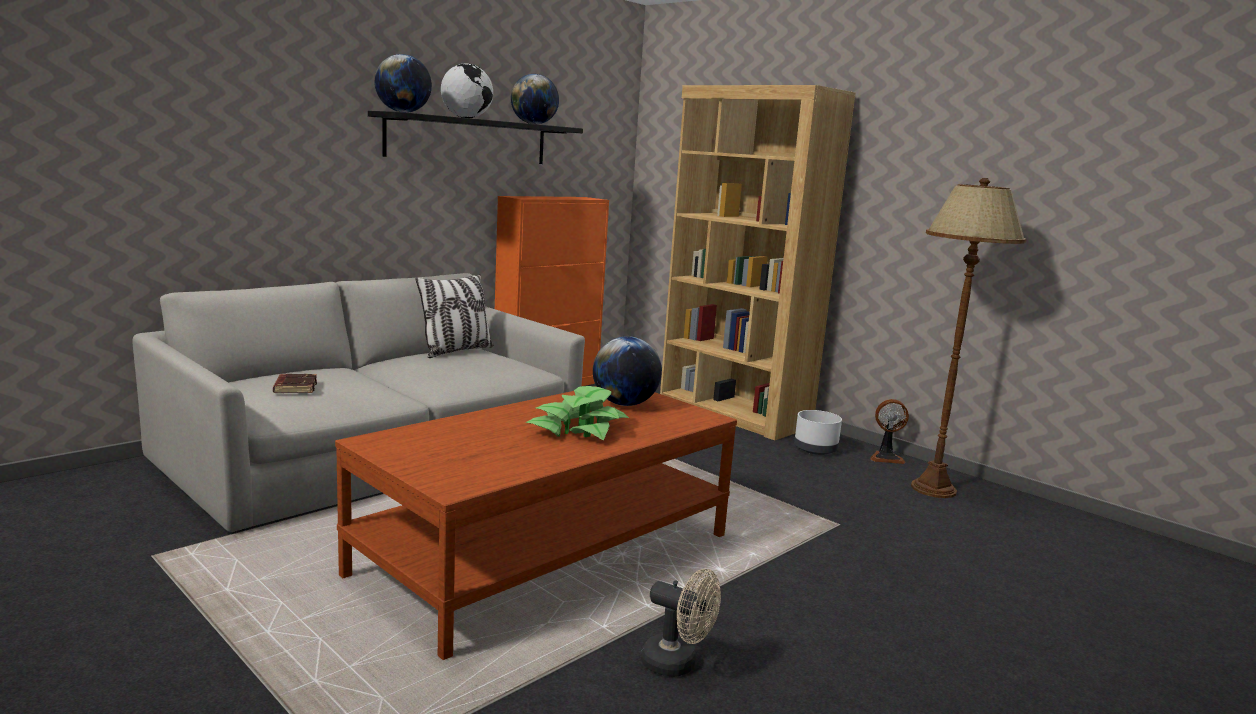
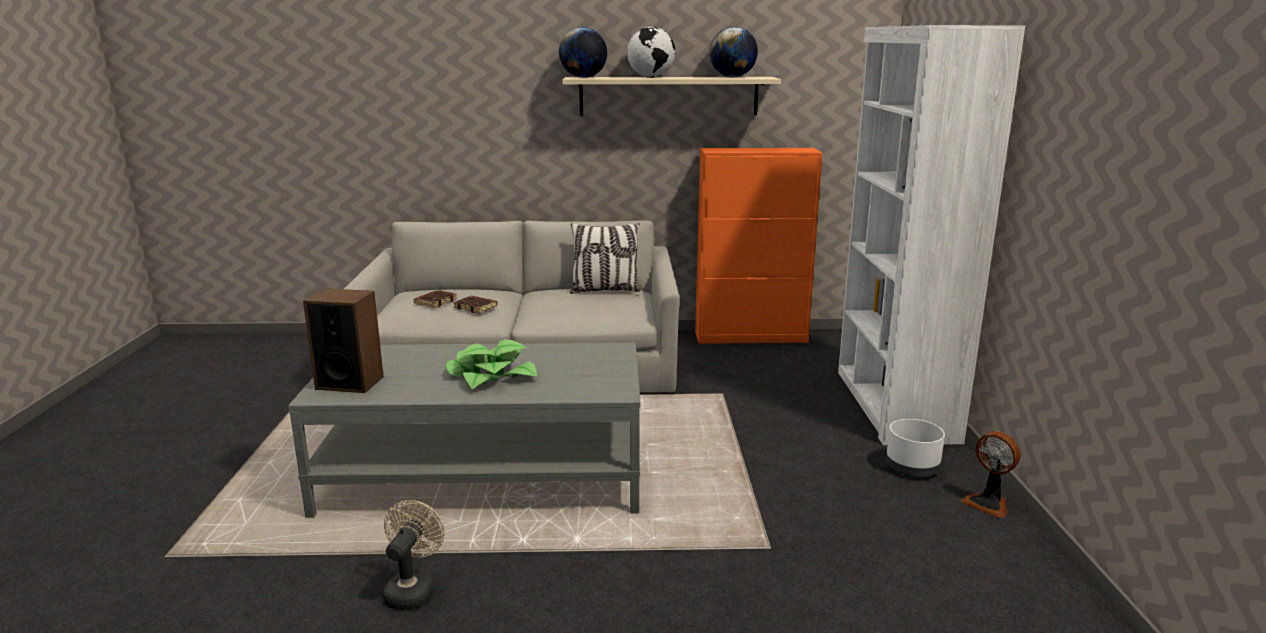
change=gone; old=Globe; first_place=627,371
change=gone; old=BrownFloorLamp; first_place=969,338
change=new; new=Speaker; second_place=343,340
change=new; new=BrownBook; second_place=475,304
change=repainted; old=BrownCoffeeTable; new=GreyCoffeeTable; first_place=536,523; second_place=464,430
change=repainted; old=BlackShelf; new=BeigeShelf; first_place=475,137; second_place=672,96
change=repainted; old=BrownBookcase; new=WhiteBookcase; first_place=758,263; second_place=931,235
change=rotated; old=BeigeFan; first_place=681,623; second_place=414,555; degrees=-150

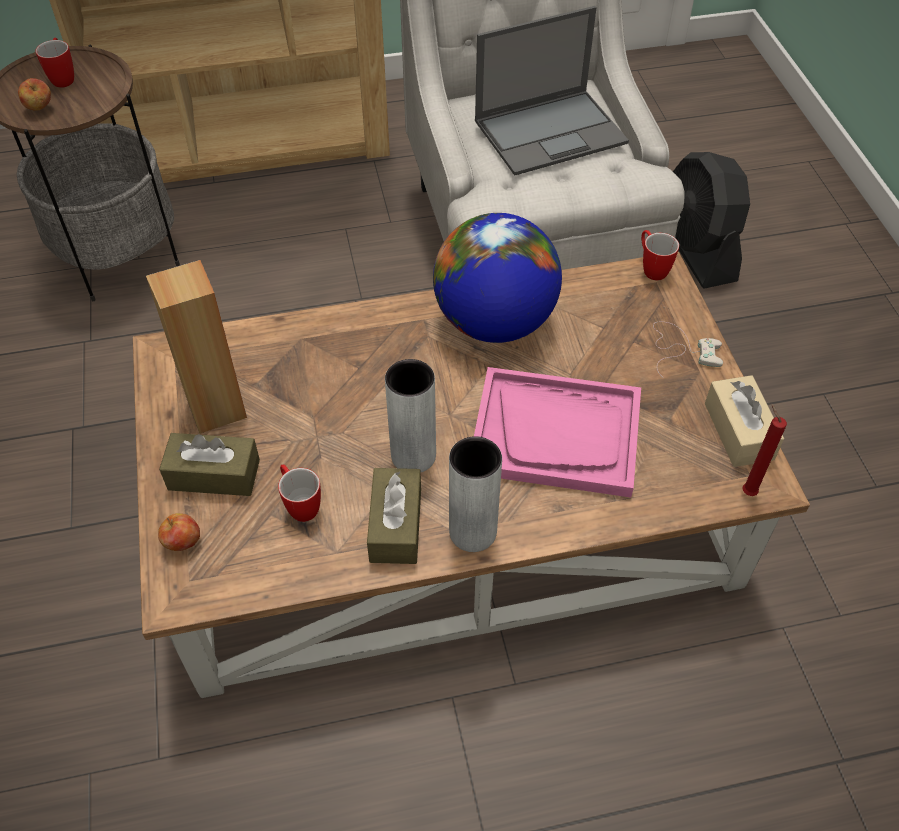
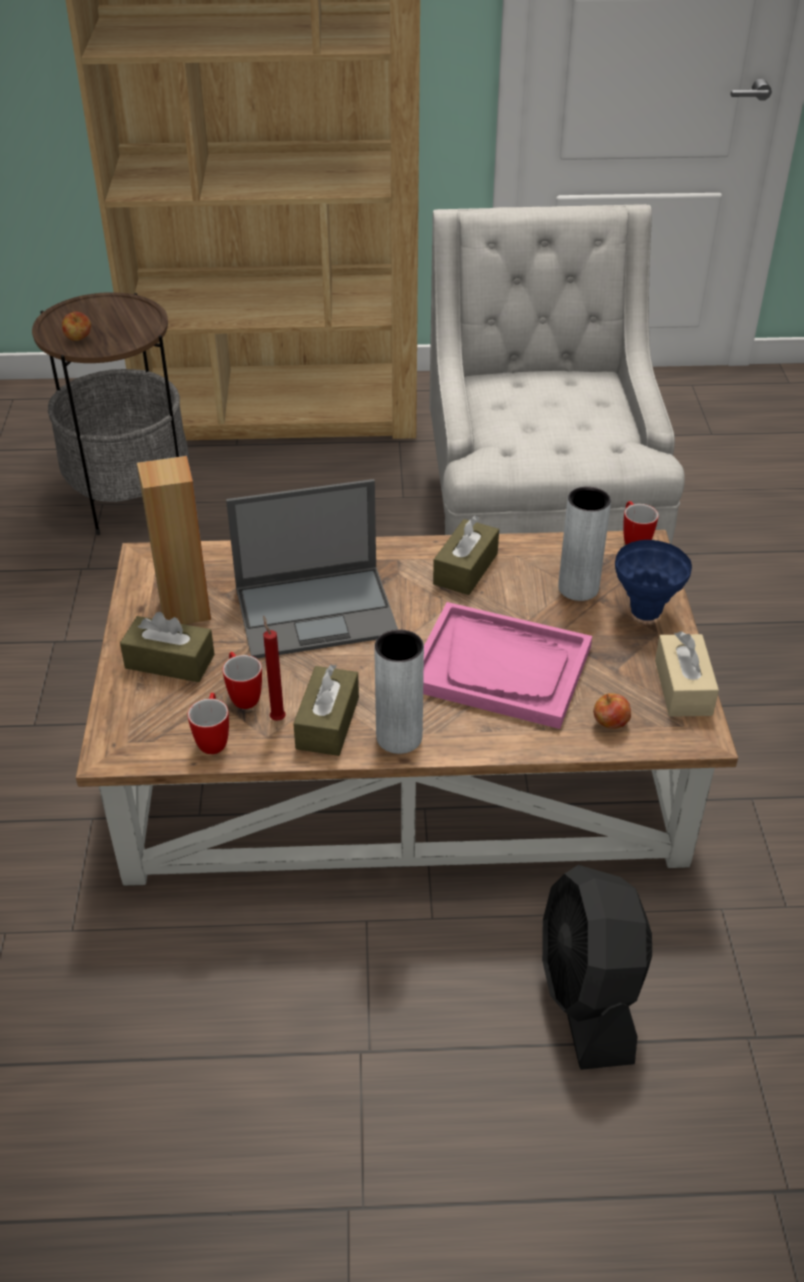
change=shifted; old=Mug; first_place=54,63; second_place=208,723
change=shifted; old=Apple; first_place=179,532; second_place=612,711
change=shifted; old=GreyVase; first_place=410,416; second_place=584,543
change=shifted; old=Laptop; first_place=552,91; second_place=312,568
change=shifted; old=BlackFan; first_place=711,220; second_place=597,967
change=shifted; old=RedCandle; first_place=764,450; second_place=274,668
change=swapped; old=Globe; new=BrownTissueBox; first_place=497,278; second_place=466,555
change=swapped; old=WhiteGameController; new=BlueVase; first_place=688,349; second_place=653,580

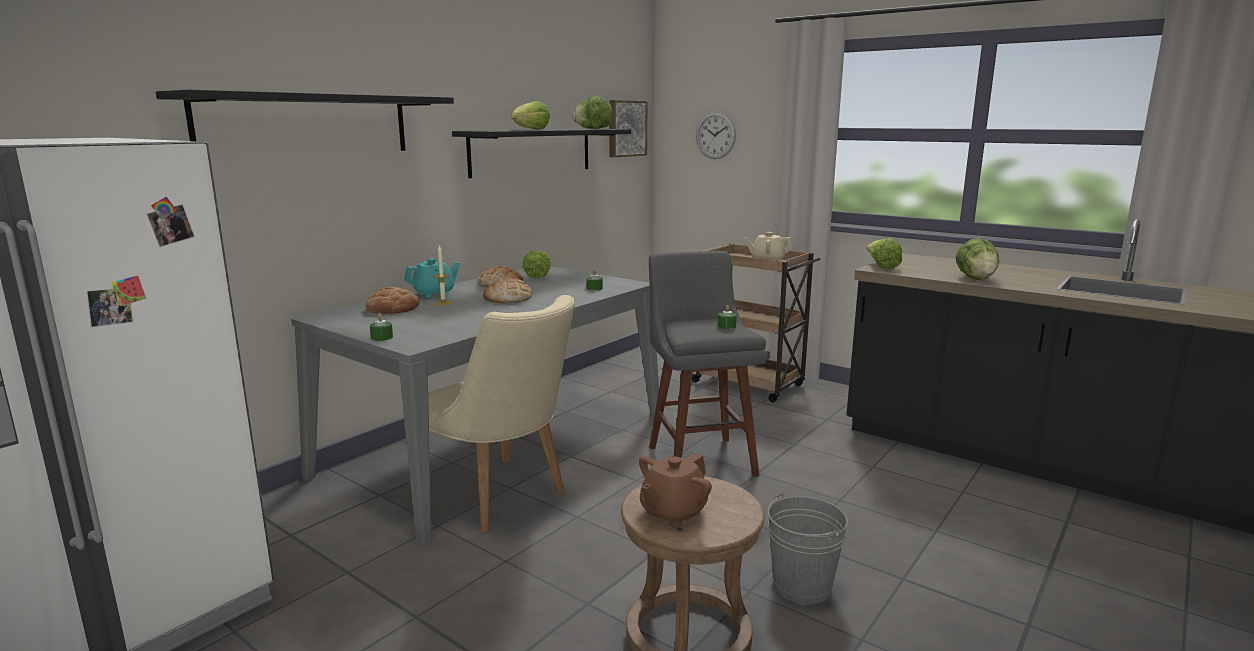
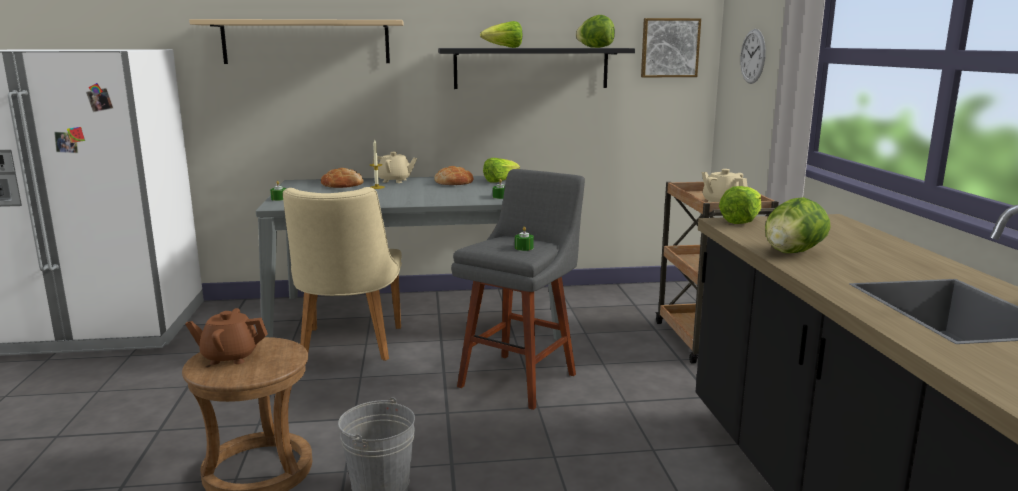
change=gone; old=Bread; first_place=507,291
change=repainted; old=BlackShelf; new=BeigeShelf; first_place=305,120; second_place=296,41
change=repainted; old=TurquoiseTeapot; new=BeigeTeapot; first_place=432,278; second_place=394,167

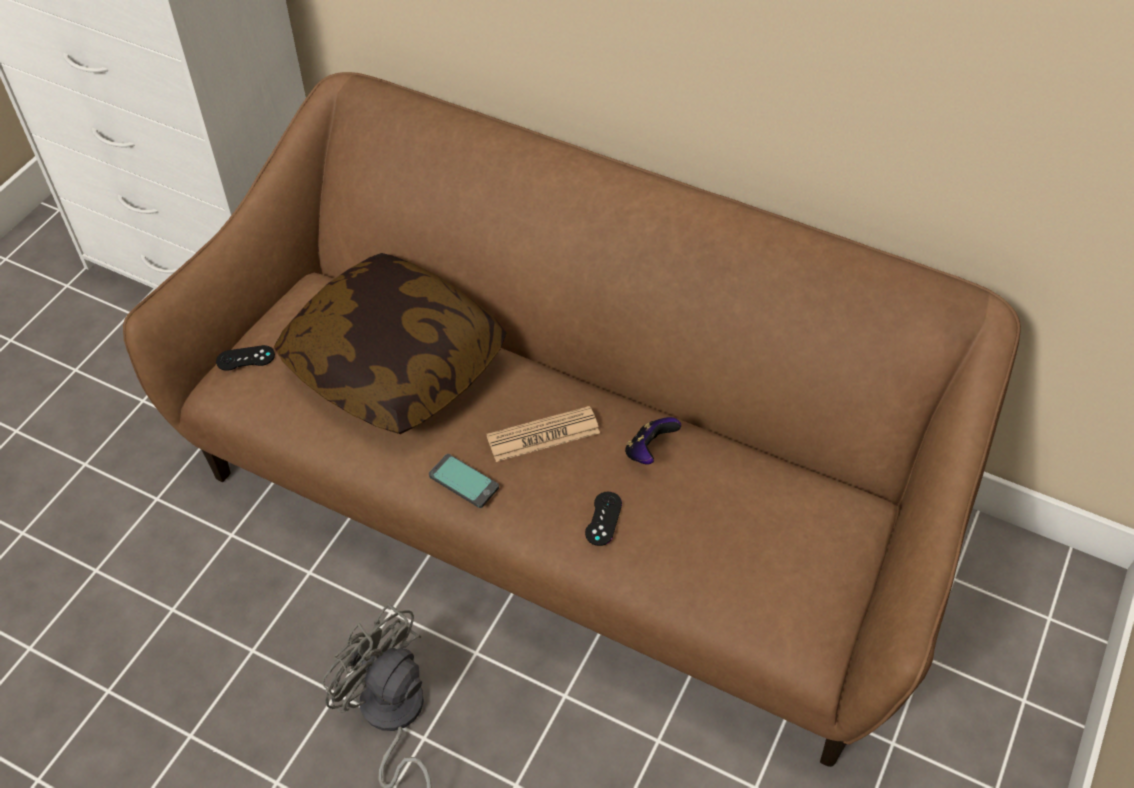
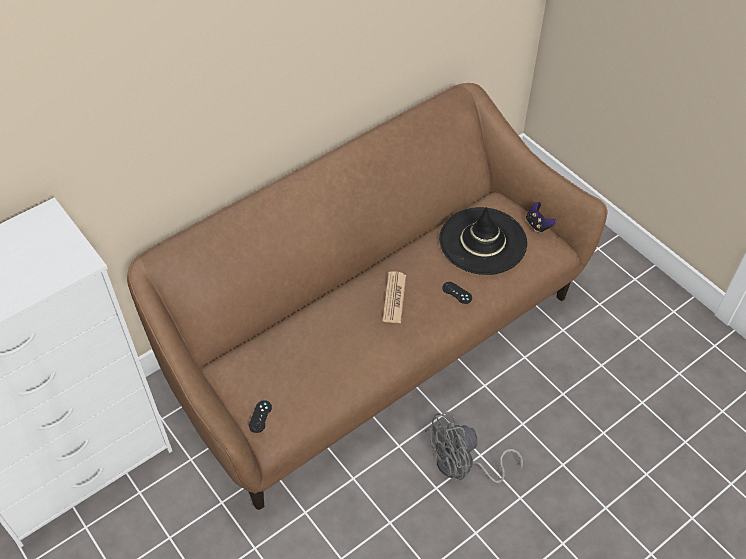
change=gone; old=Pillow; first_place=390,343
change=gone; old=Phone; first_place=464,481
change=new; new=BlackHat; second_place=483,241
change=shifted; old=GameController; first_place=653,440; second_place=541,217

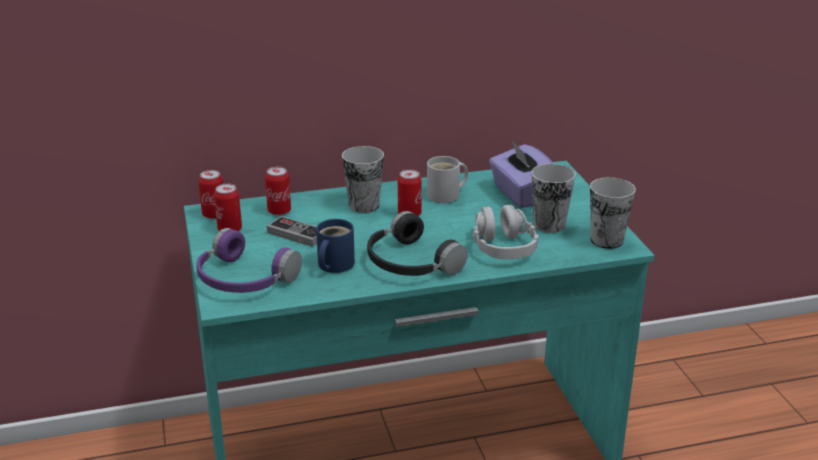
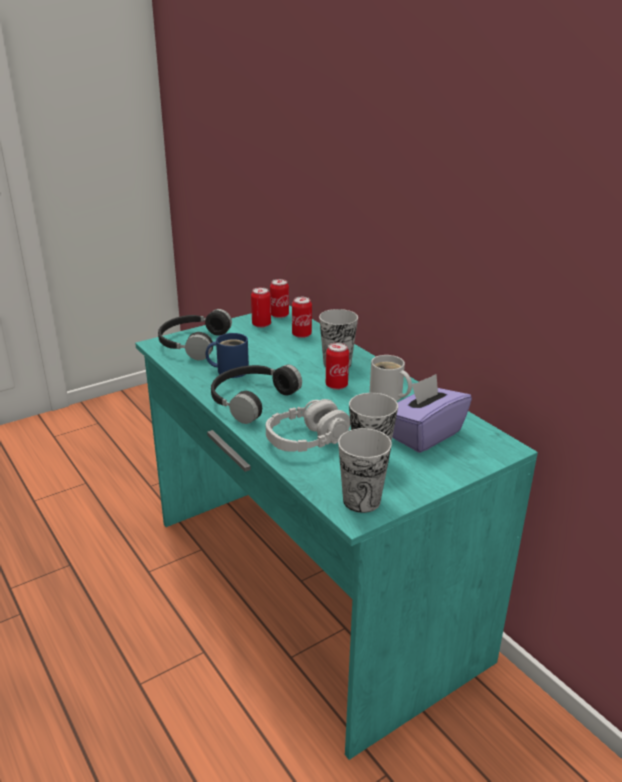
change=gone; old=GameController; first_place=292,231
change=repainted; old=PurpleHeadphones; new=BlackHeadphones; first_place=249,260; second_place=195,334

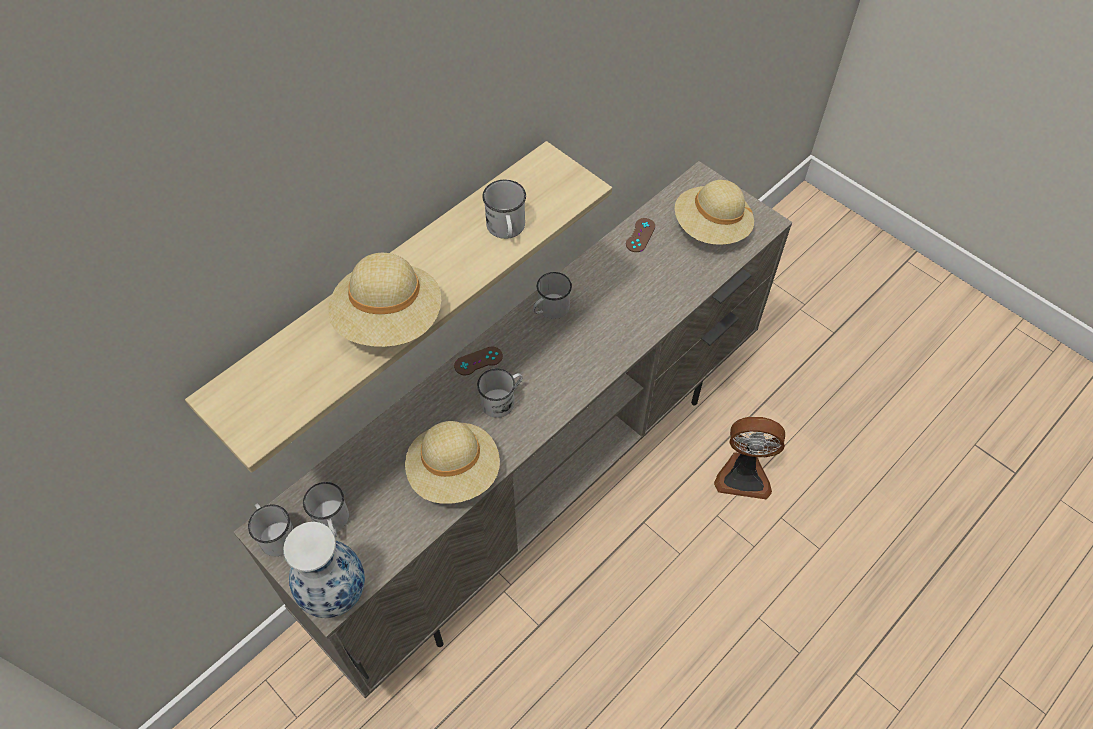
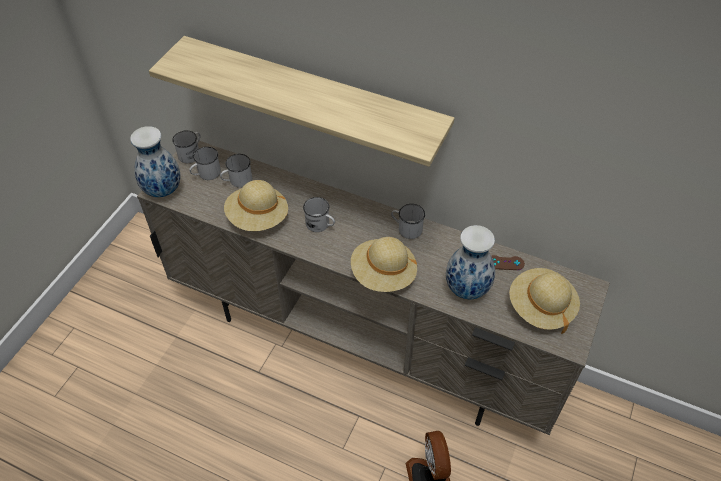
change=gone; old=BrownGameController; first_place=478,361
change=new; new=Vase; second_place=470,262
change=shifted; old=BeigeHat; first_place=384,300; second_place=384,264
change=shifted; old=WhiteMug; first_place=504,209; second_place=236,171

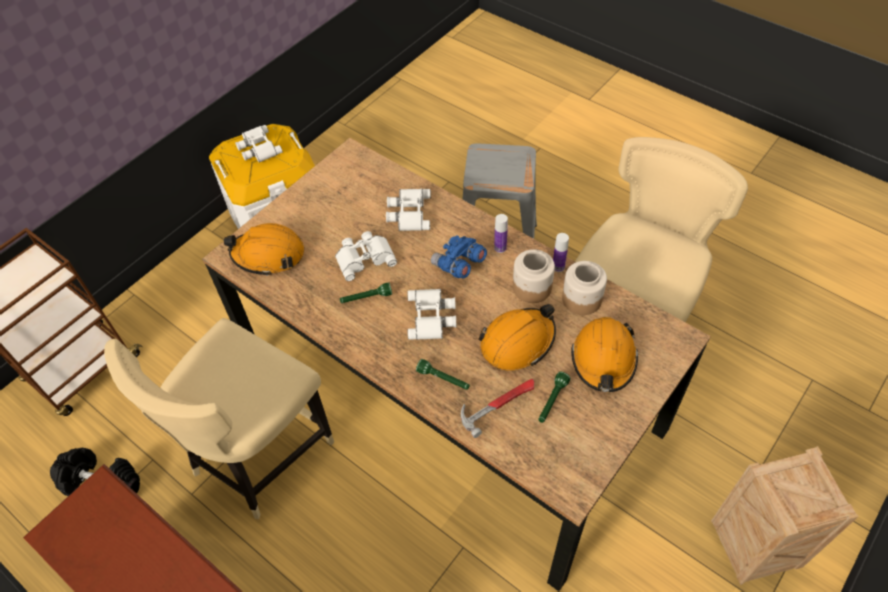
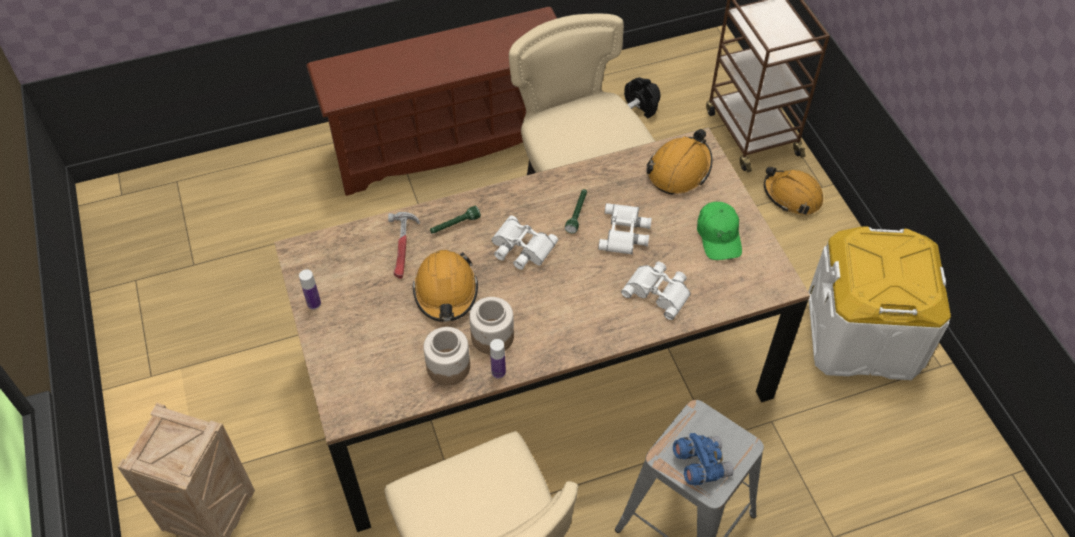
change=gone; old=WhiteBinoculars; first_place=259,144
change=gone; old=GreenFlashlight; first_place=554,397
change=new; new=GreenCap; second_place=719,231
change=shifted; old=BlueBinoculars; first_place=459,257; second_place=703,459
change=shifted; old=Bottle; first_place=501,233; second_place=310,289
change=shifted; old=OrangeHardHat; first_place=604,354; second_place=793,190

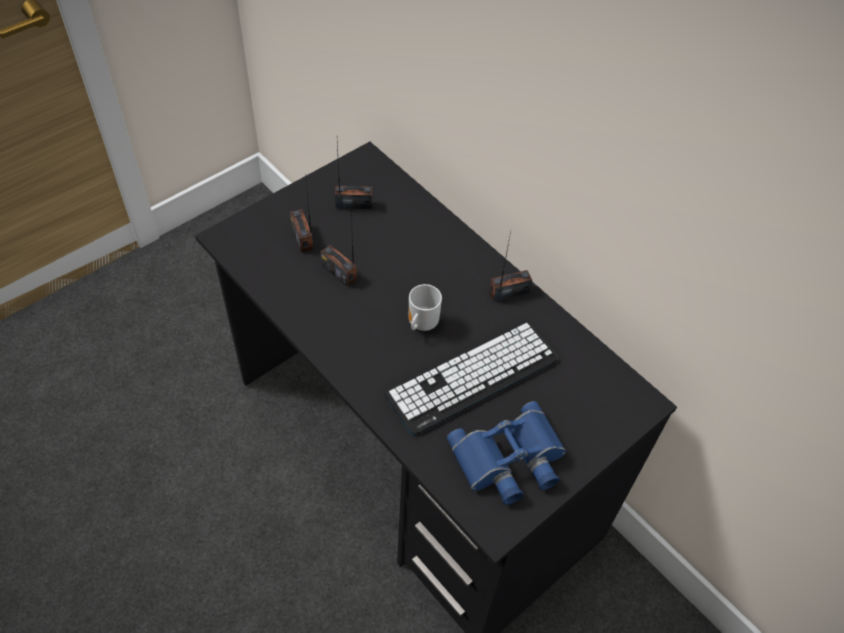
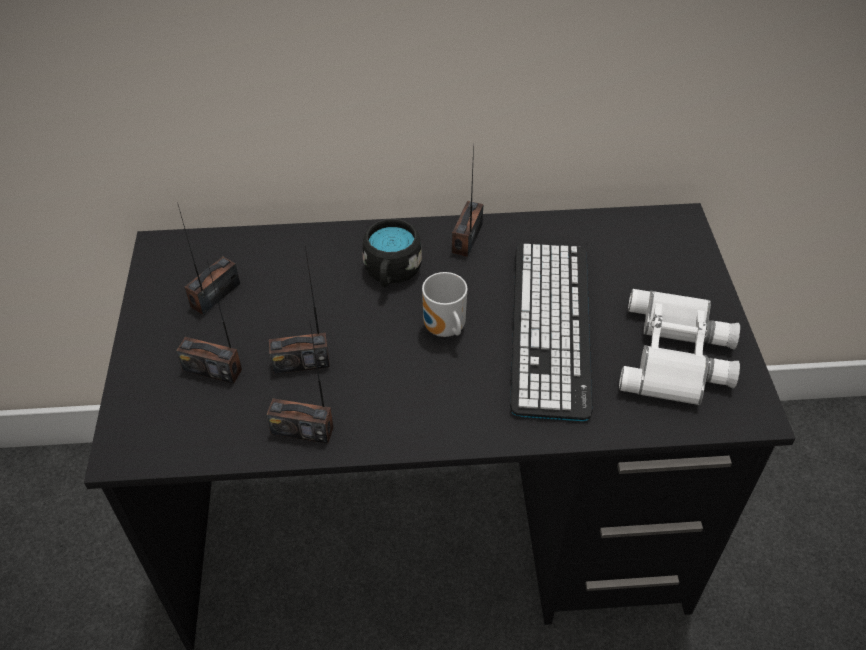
change=new; new=Radio; second_place=299,383
change=new; new=BlackMug; second_place=392,253
change=repainted; old=BlueBinoculars; new=WhiteBinoculars; first_place=506,453; second_place=679,347

